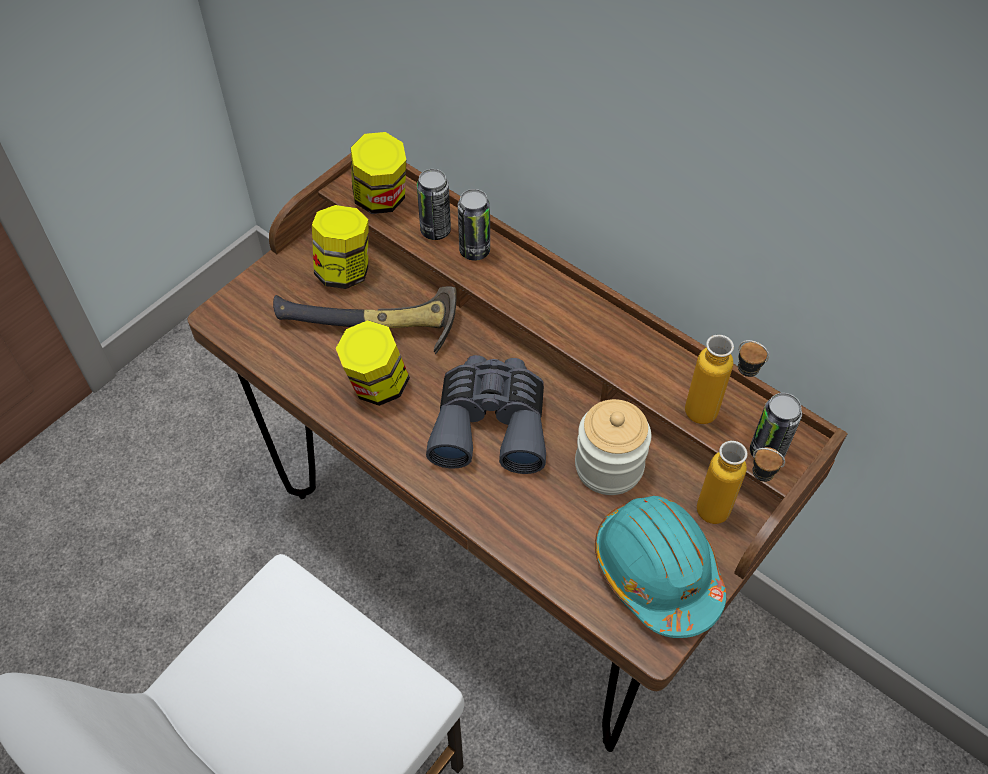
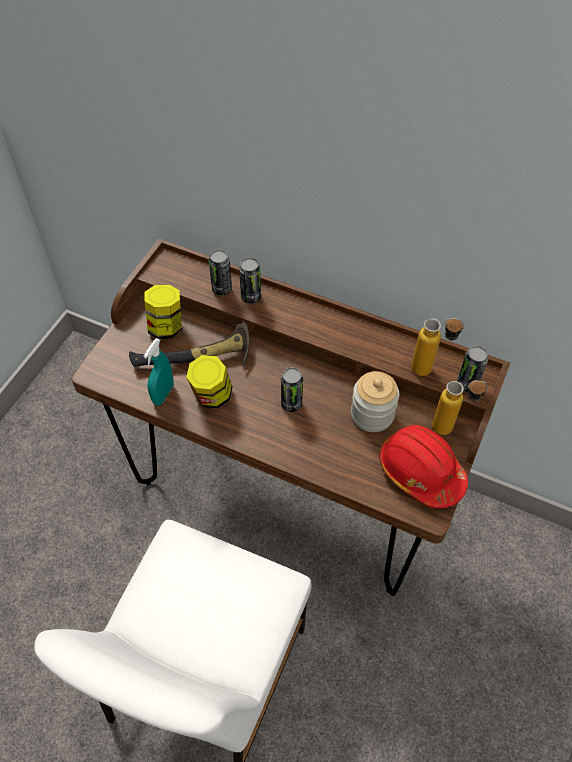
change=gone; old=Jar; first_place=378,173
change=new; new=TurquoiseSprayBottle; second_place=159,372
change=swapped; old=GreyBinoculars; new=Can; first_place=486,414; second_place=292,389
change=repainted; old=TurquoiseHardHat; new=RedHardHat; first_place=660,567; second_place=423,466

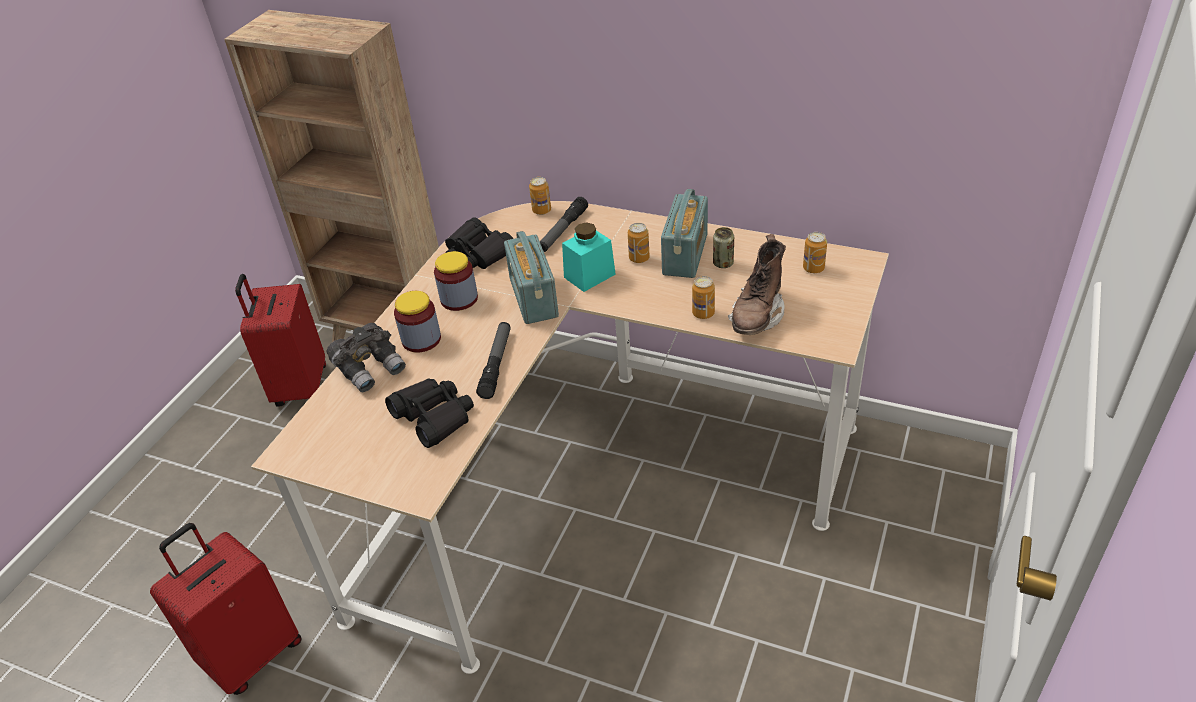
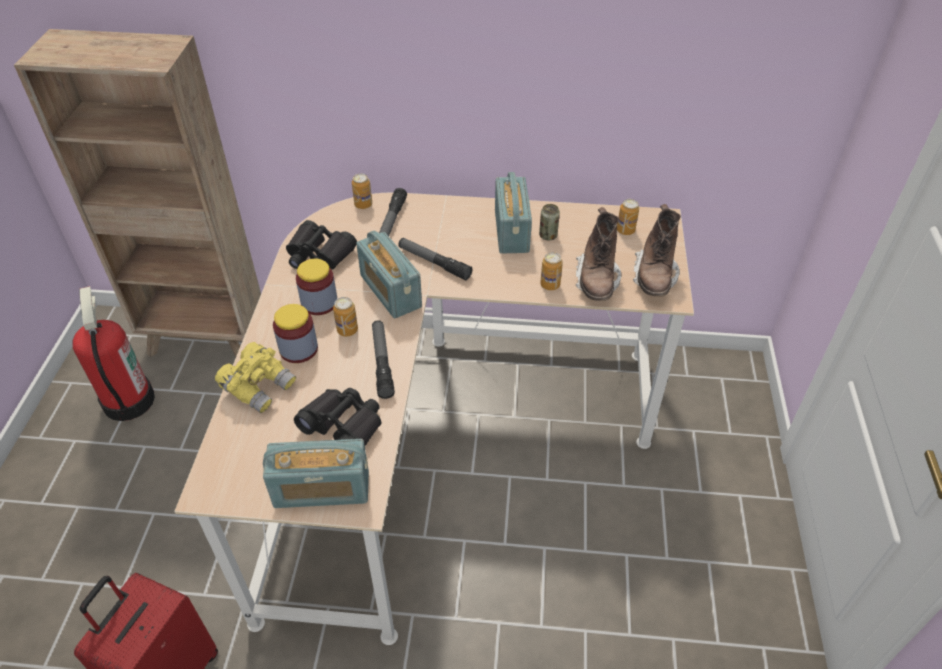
change=new; new=Radio; second_place=316,473
change=new; new=BrownBoot; second_place=657,250
change=shifted; old=Can; first_place=639,243; second_place=345,316
change=swapped; old=RedSuitcase; new=FireExtinguisher; first_place=280,340; second_place=113,353
change=swapped; old=TurquoiseJar; new=Flashlight; first_place=589,257; second_place=435,259
change=repainted; old=GreyBinoculars; new=YellowBinoculars; first_place=366,357; second_place=255,377

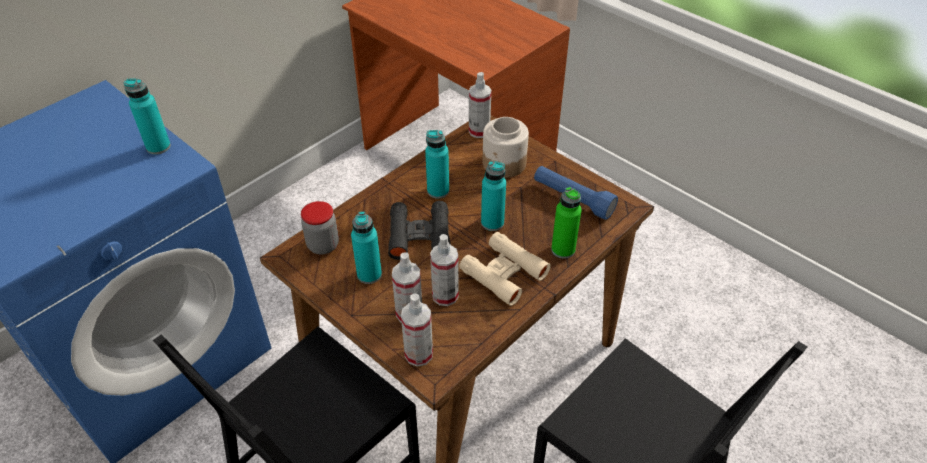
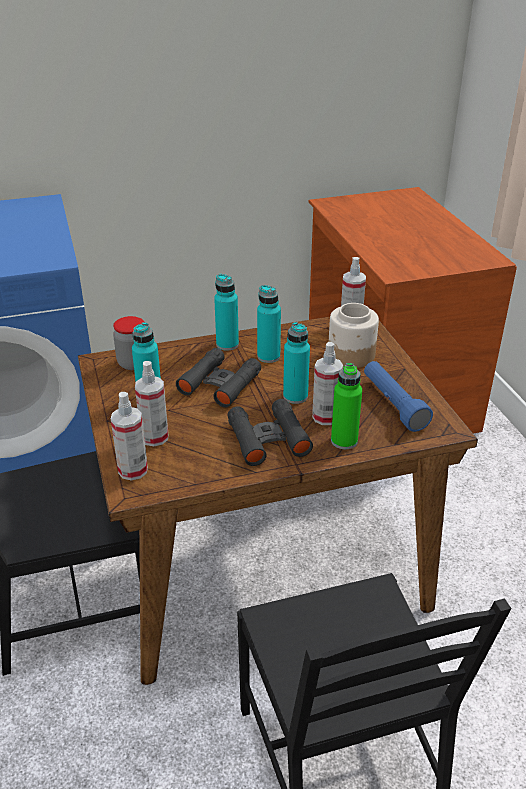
change=shifted; old=TurquoiseBottle; first_place=147,117; second_place=226,312
change=shifted; old=SprayBottle; first_place=444,270; second_place=327,383
change=repainted; old=BeigeBinoculars; new=BlackBinoculars; first_place=505,269; second_place=270,432

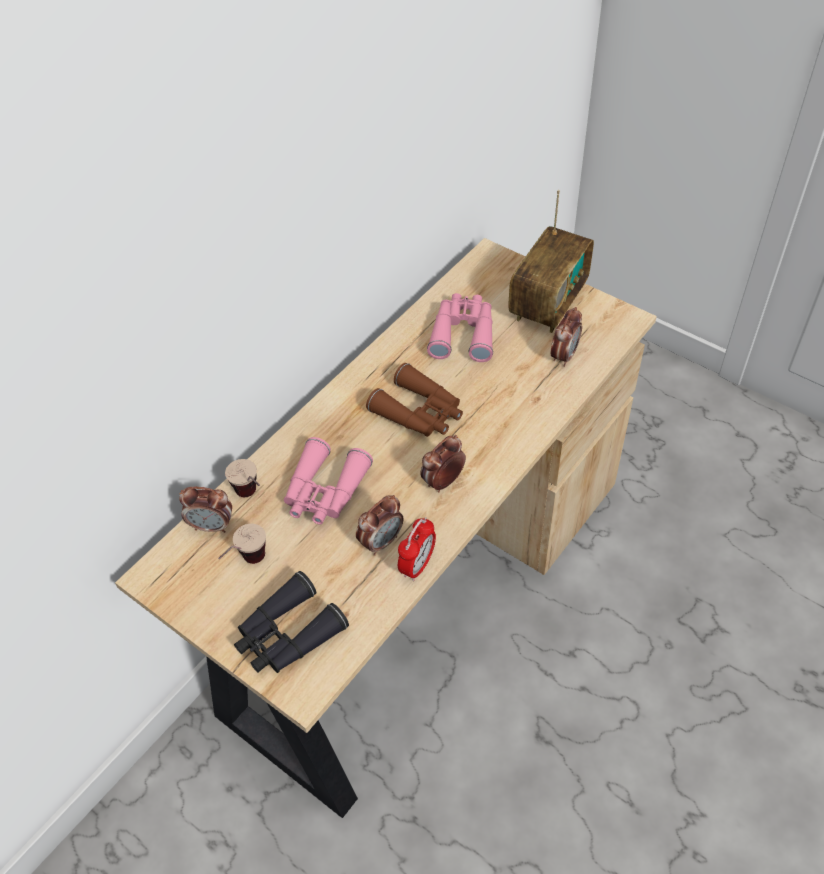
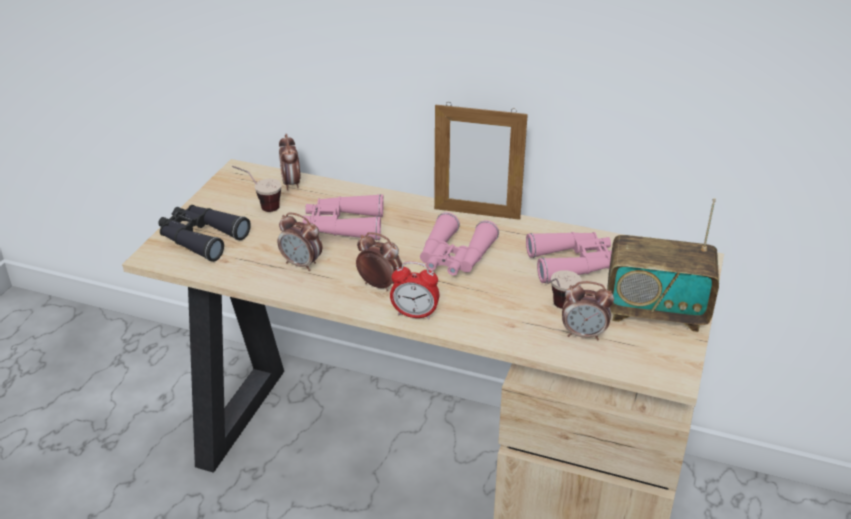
change=new; new=PictureFrame; second_place=481,161
change=shifted; old=Cup; first_place=242,478; second_place=564,289
change=shifted; old=AlarmClock; first_place=417,549; second_place=414,290
change=repainted; old=BrownBinoculars; new=PinkBinoculars; first_place=414,400; second_place=459,244

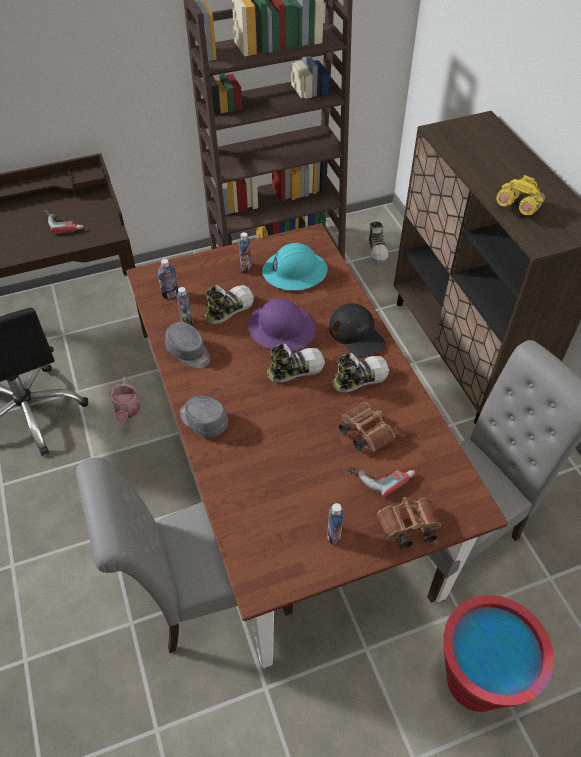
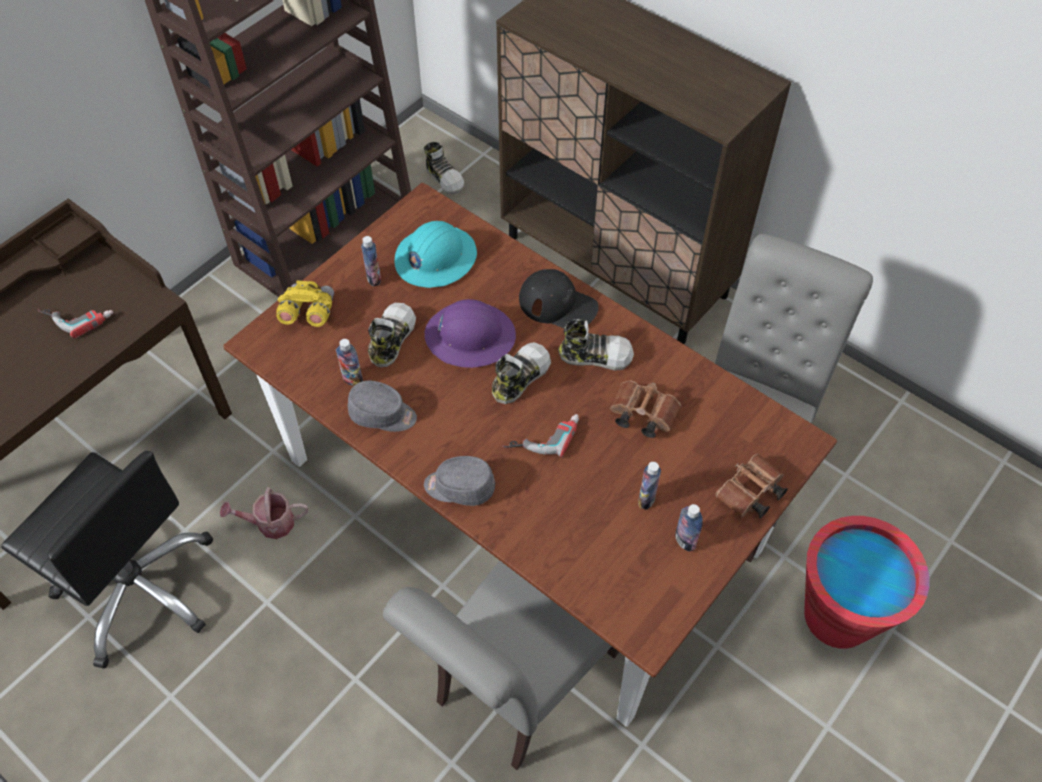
change=shifted; old=Bottle; first_place=168,279; second_place=649,486
change=shifted; old=PowerDrill; first_place=379,482; second_place=540,435
change=shifted; old=YellowBinoculars; first_place=520,195; second_place=305,303
change=rotated; old=WateringCan; first_place=124,400; second_place=264,513; degrees=120
change=rotated; old=Shoe; first_place=361,373; second_place=596,345; degrees=60

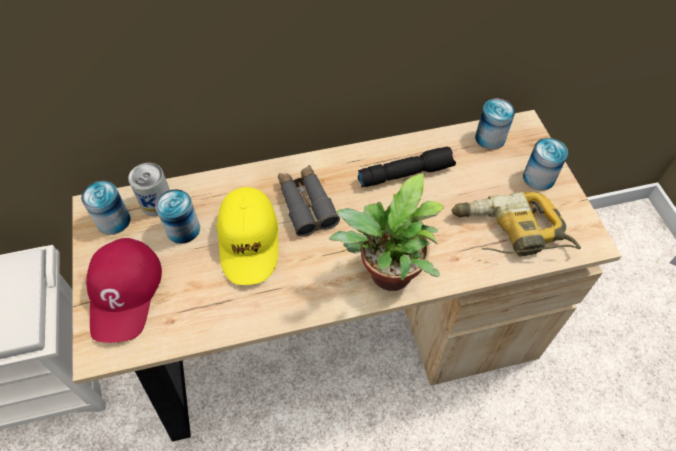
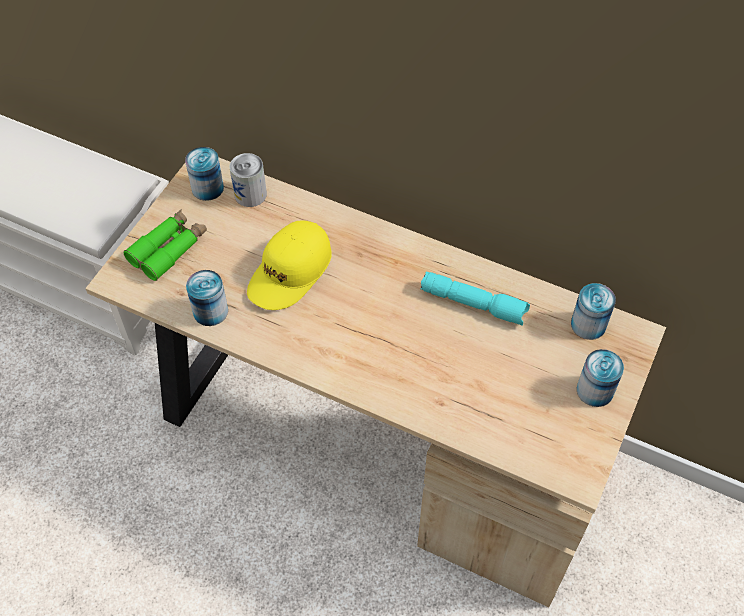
change=gone; old=GreyBinoculars; first_place=309,201
change=gone; old=PottedPlant; first_place=386,232
change=gone; old=PowerDrill; first_place=516,224
change=shifted; old=Can; first_place=177,216; second_place=207,298
change=swapped; old=RedCap; new=GreenBinoculars; first_place=124,290; second_place=165,245
change=repainted; old=BlackFlashlight; new=TurquoiseFlashlight; first_place=407,167; second_place=475,298

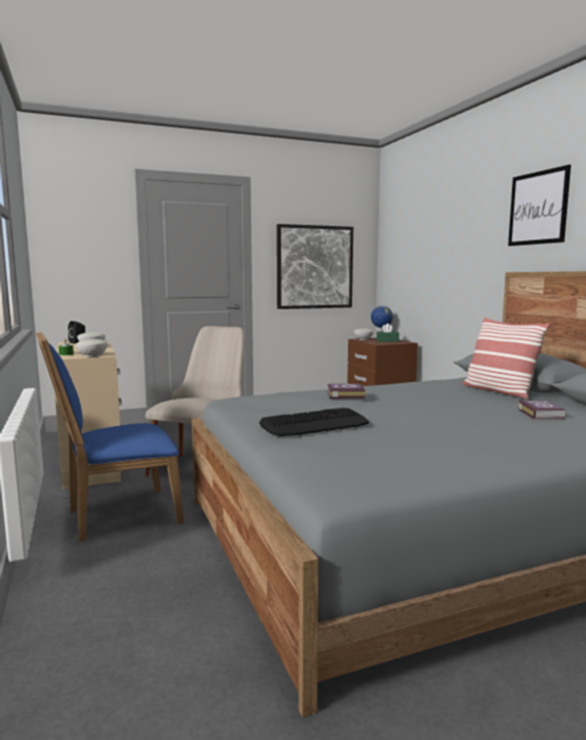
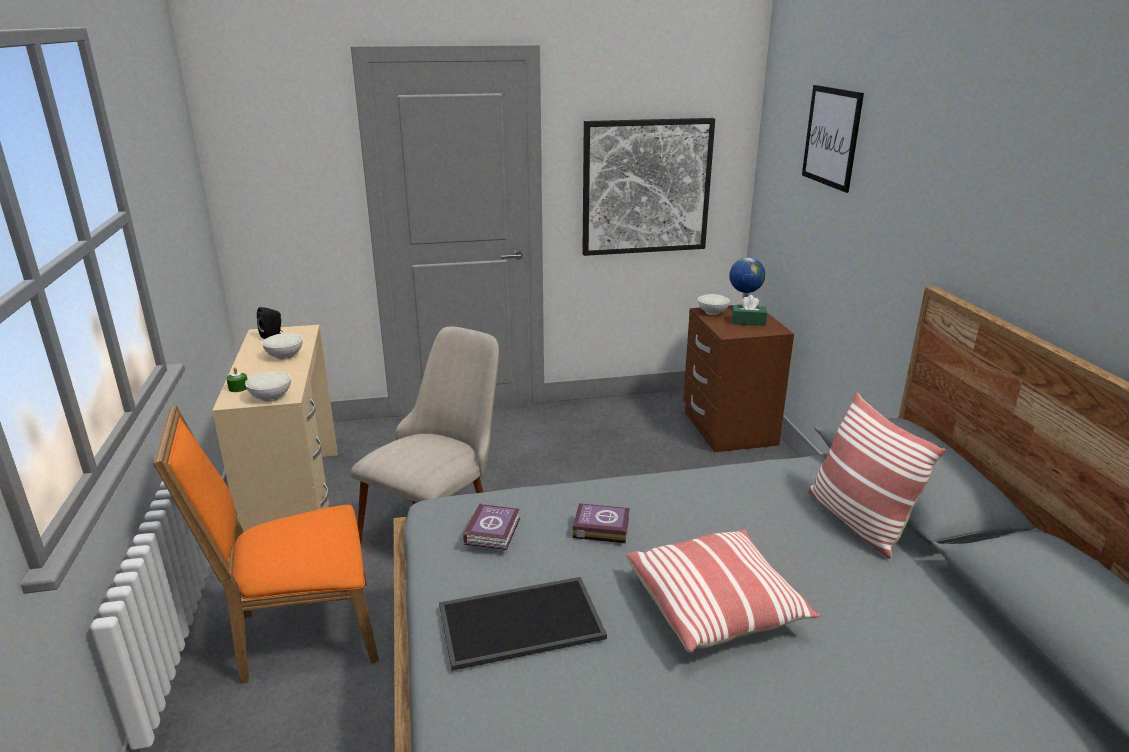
change=new; new=Pillow; second_place=723,591
change=shifted; old=Picture; first_place=539,205; second_place=833,139
change=shifted; old=Book; first_place=542,410; second_place=491,526
change=swapped; old=Keyboard; new=Tray; first_place=314,422; second_place=523,624
change=repainted; old=BlueChair; new=OrangeChair; first_place=110,436; second_place=266,544

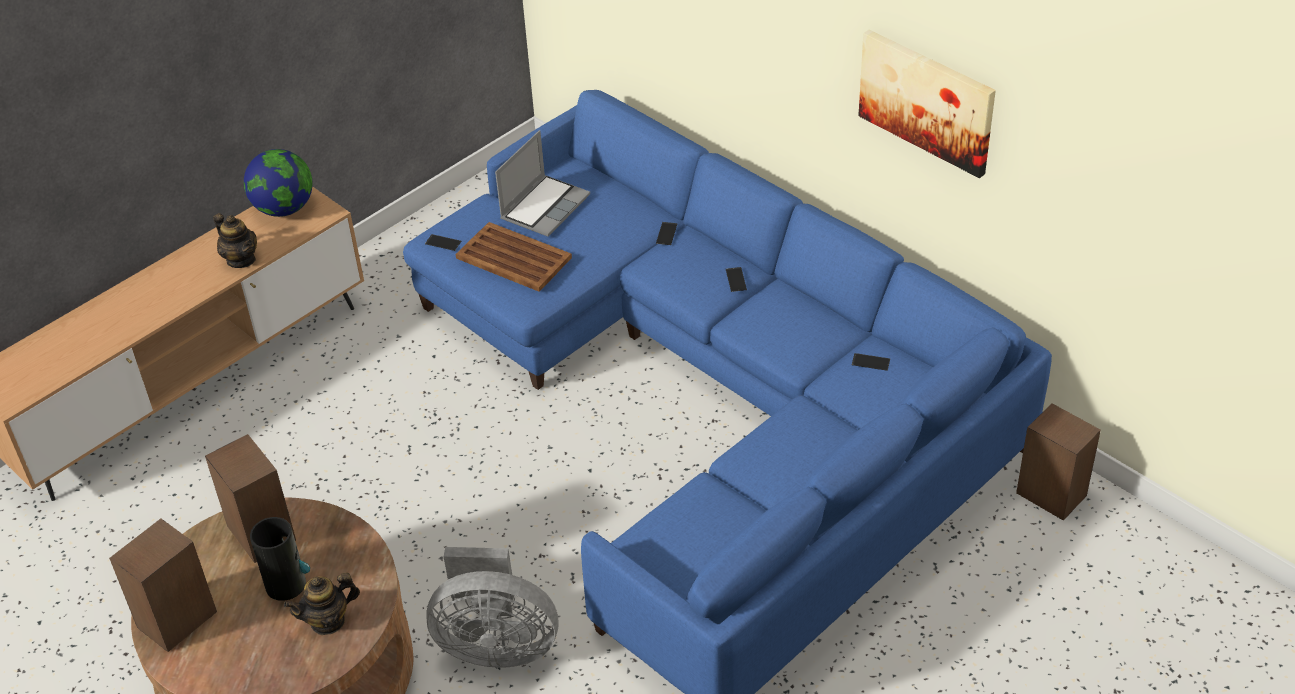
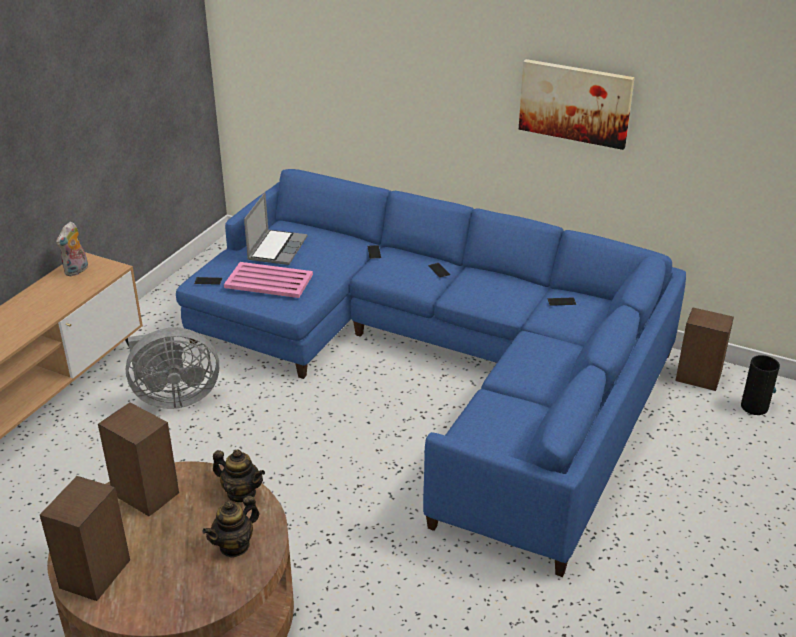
change=shifted; old=Teapot; first_place=235,240; second_place=239,475
change=shifted; old=Vase; first_place=280,559; second_place=760,385
change=shifted; old=GreyFan; first_place=492,607; second_place=172,368
change=swapped; old=Globe; new=PlushToy; first_place=278,183; second_place=72,249
change=repainted; old=BrownTray; new=PinkTray; first_place=514,257; second_place=268,280

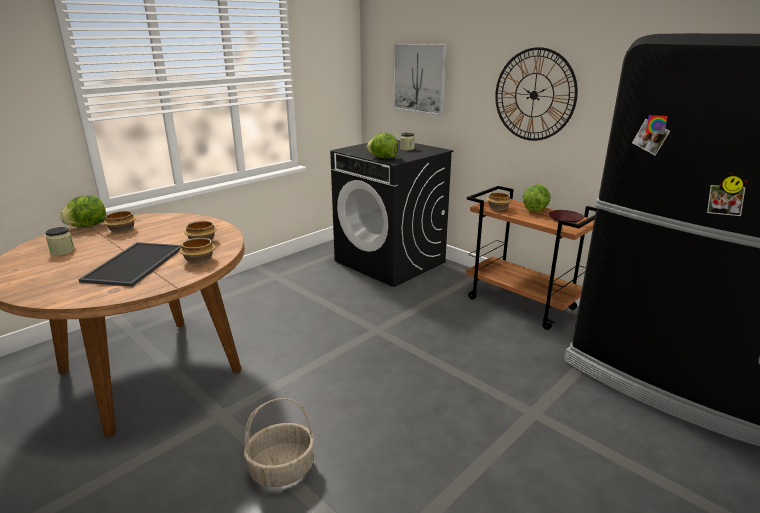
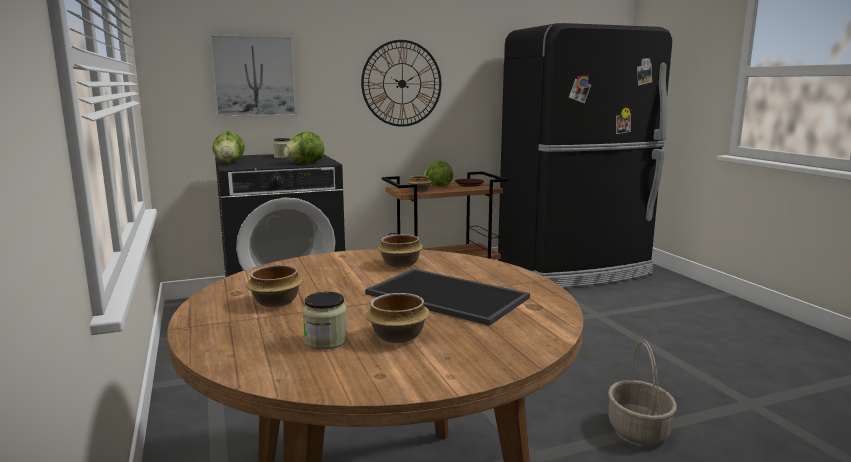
change=shifted; old=Lettuce; first_place=83,211; second_place=228,147
change=shifted; old=Bowl; first_place=197,251; second_place=398,318

